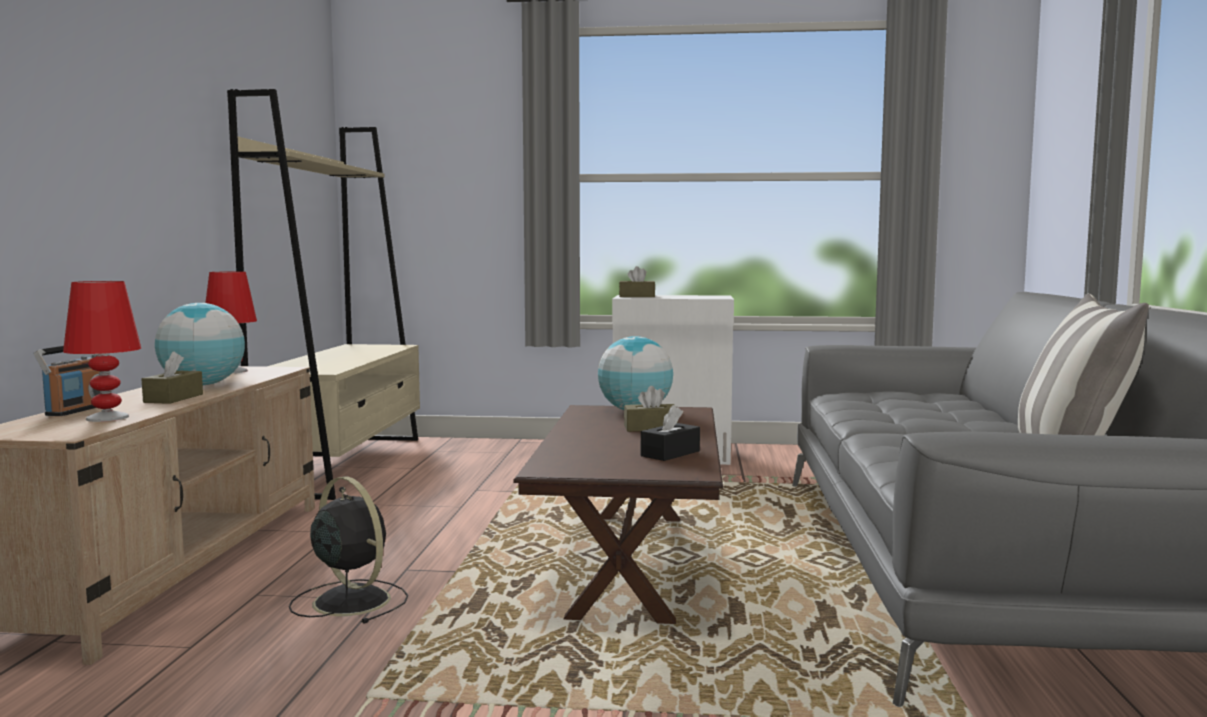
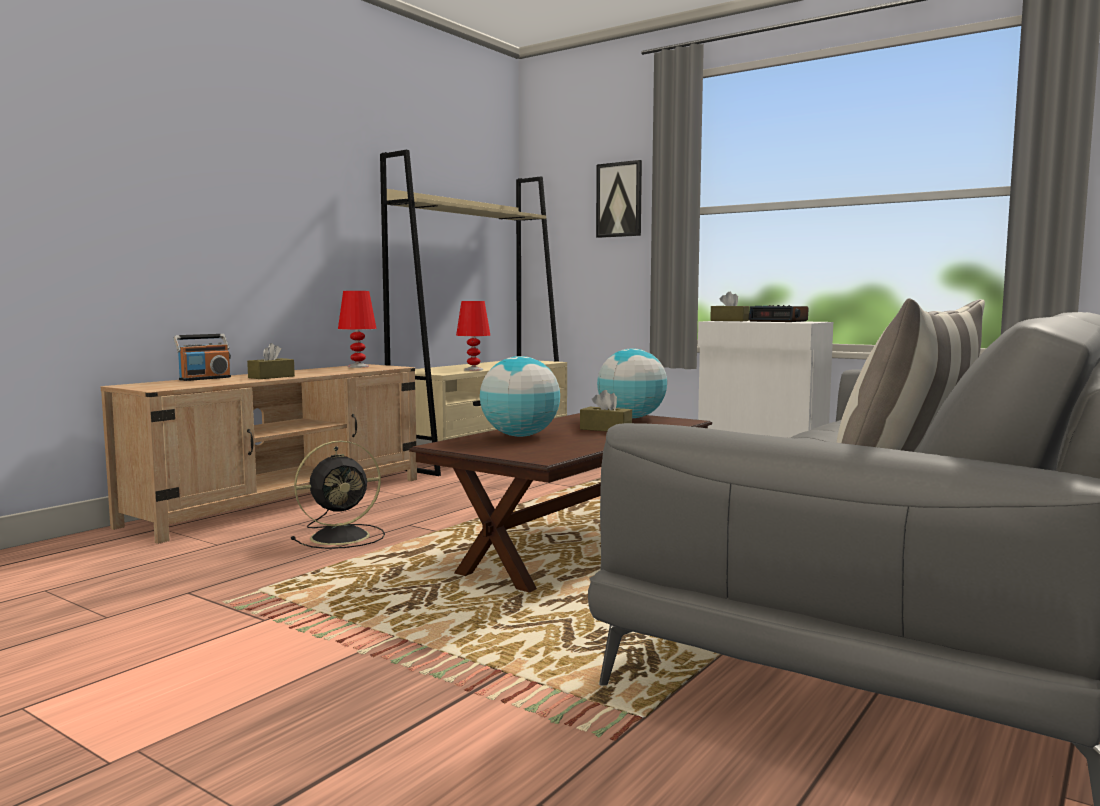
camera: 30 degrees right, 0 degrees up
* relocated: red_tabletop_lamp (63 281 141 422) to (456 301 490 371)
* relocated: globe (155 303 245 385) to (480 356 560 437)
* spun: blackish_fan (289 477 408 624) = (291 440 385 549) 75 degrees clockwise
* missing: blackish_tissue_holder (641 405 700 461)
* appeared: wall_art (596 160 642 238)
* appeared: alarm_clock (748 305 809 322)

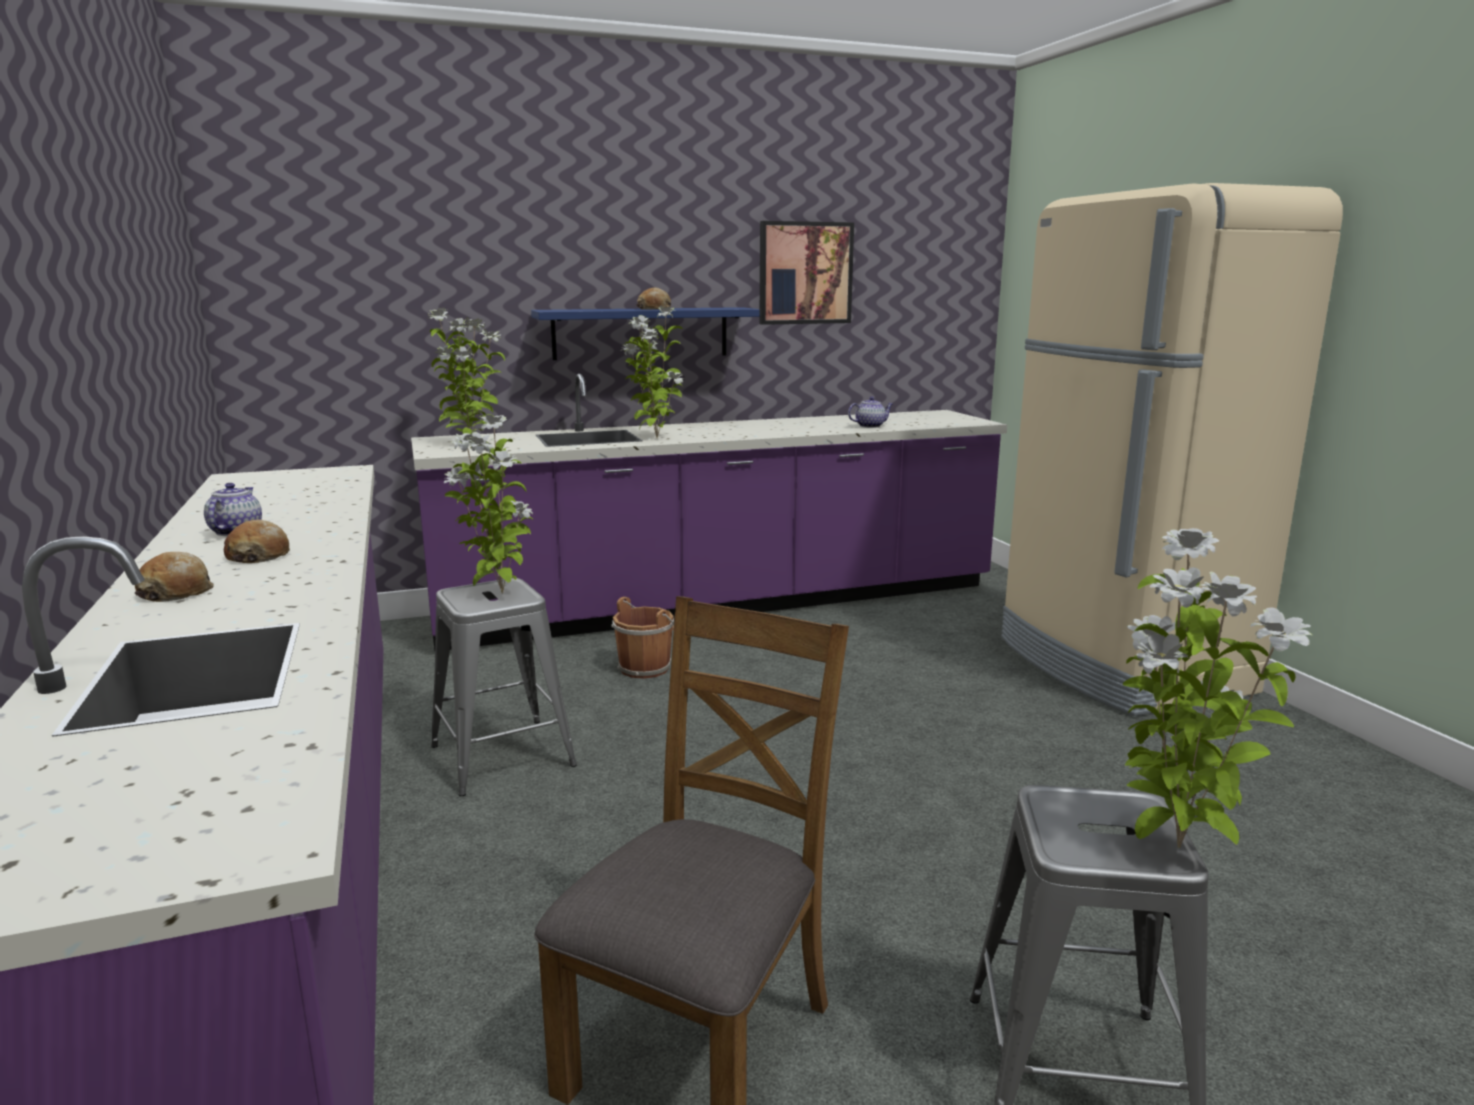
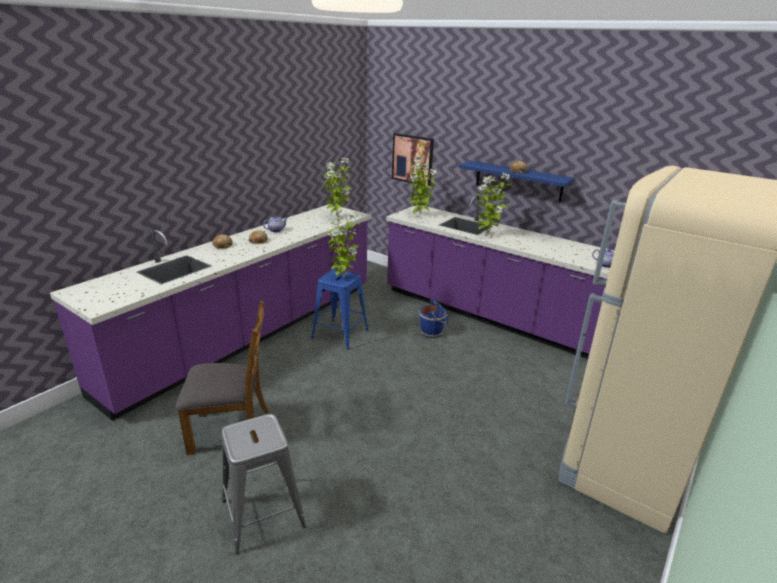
camera: 55 degrees right, 10 degrees up
* colour: gray_sitting_stool (431 578 577 796) to bluish_sitting_stool (311 269 368 349)
* colour: brownish_water_bucket (611 597 674 679) to bluish_water_bucket (419 299 449 338)
* relocated: wall_art (759 221 854 325) to (392 133 434 186)
* relocated: houseplant (1123 528 1313 848) to (323 158 353 217)

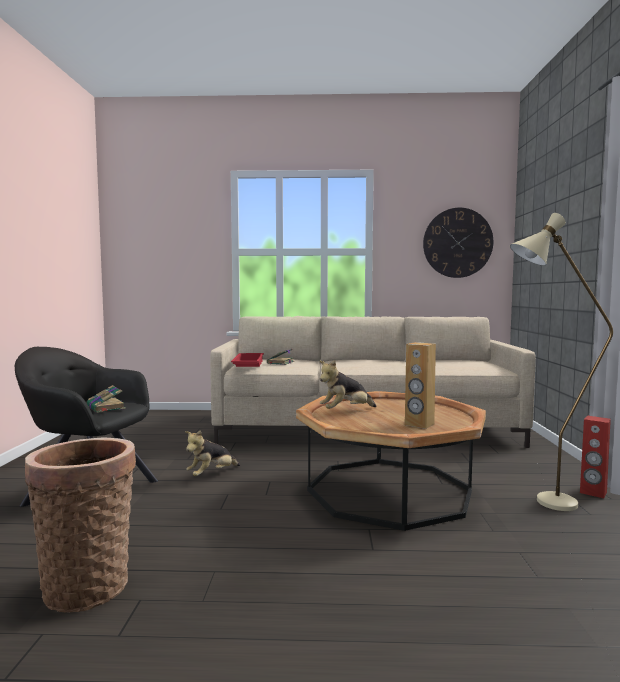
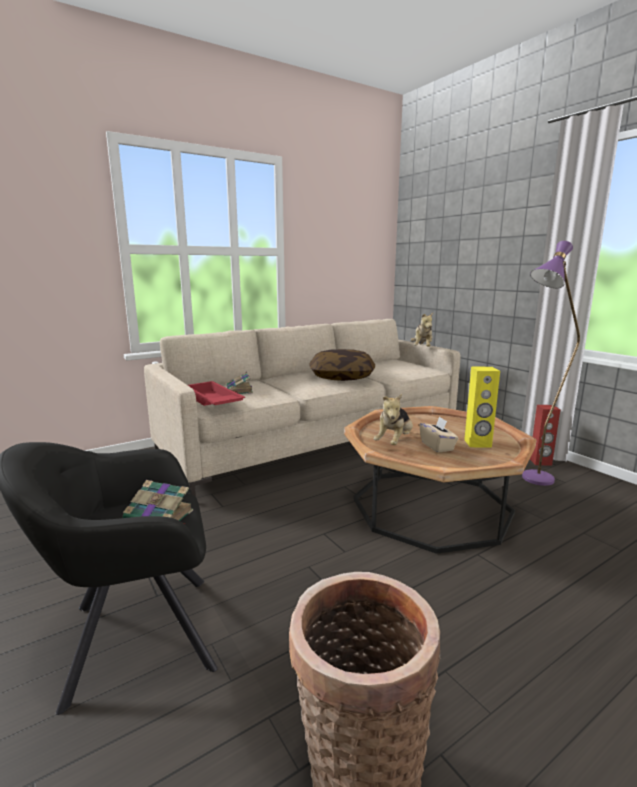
camera: 35 degrees left, 10 degrees up
* relocated: plush_toy (185 430 240 476) to (411 313 433 347)
* colour: brownish_speaker (405 342 436 429) to yellow-coloured_speaker (464 367 500 448)
* missing: hanging_clock (423 208 493 278)
* colour: beige_floor_lamp (510 213 613 511) to purplish_floor_lamp (522 241 580 486)
* appeared: pillow (309 349 375 381)
* appeared: beige_tissue_holder (419 416 459 453)

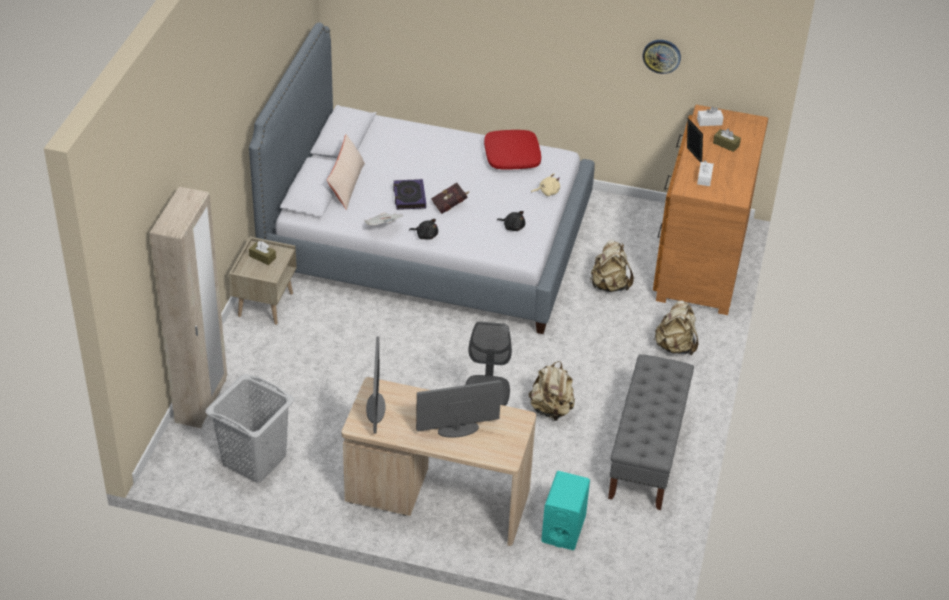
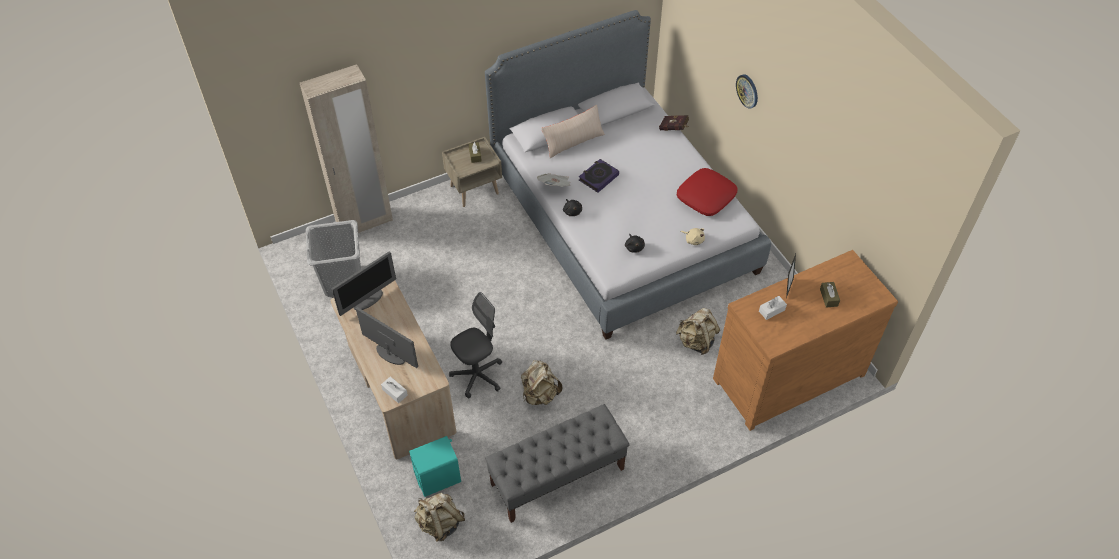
camera: 50 degrees right, 10 degrees up
* relocated: red_bound_book (431 183 470 214) to (659 115 690 131)
* relocated: hanging_clock (643 40 681 74) to (736 74 758 109)
* relocated: beige_knapsack (654 300 699 355) to (414 493 465 542)
* relocated: whitish_tissue_holder (697 106 724 126) to (381 376 408 403)

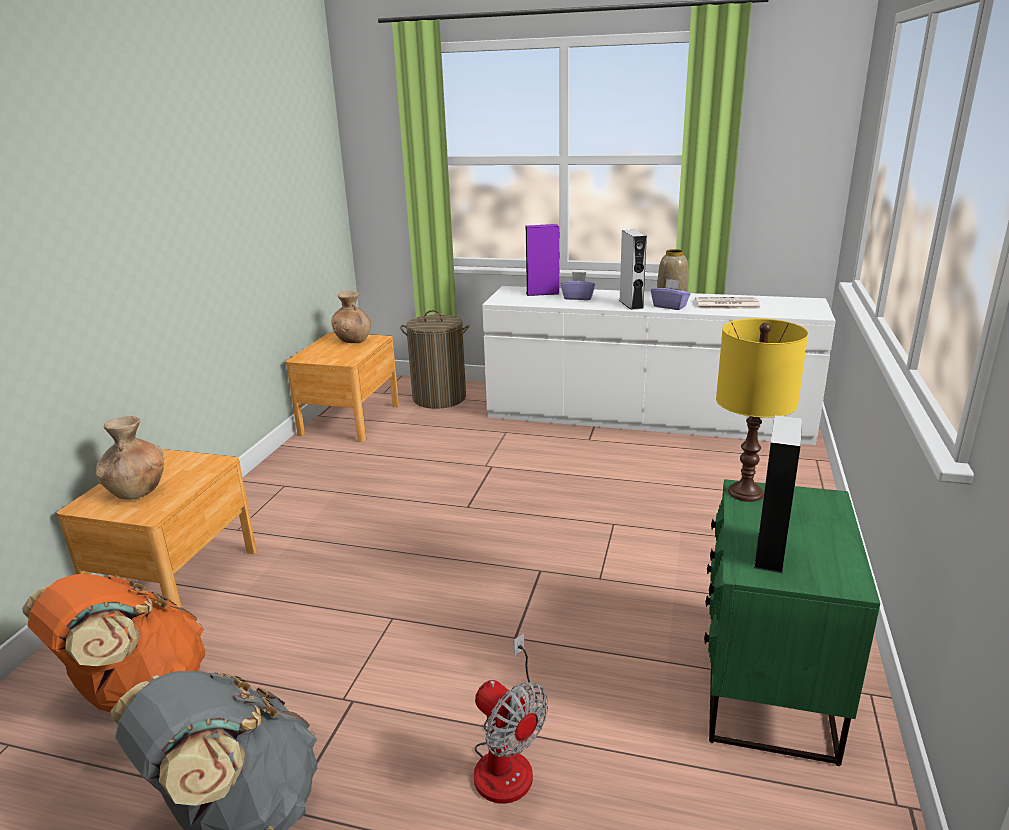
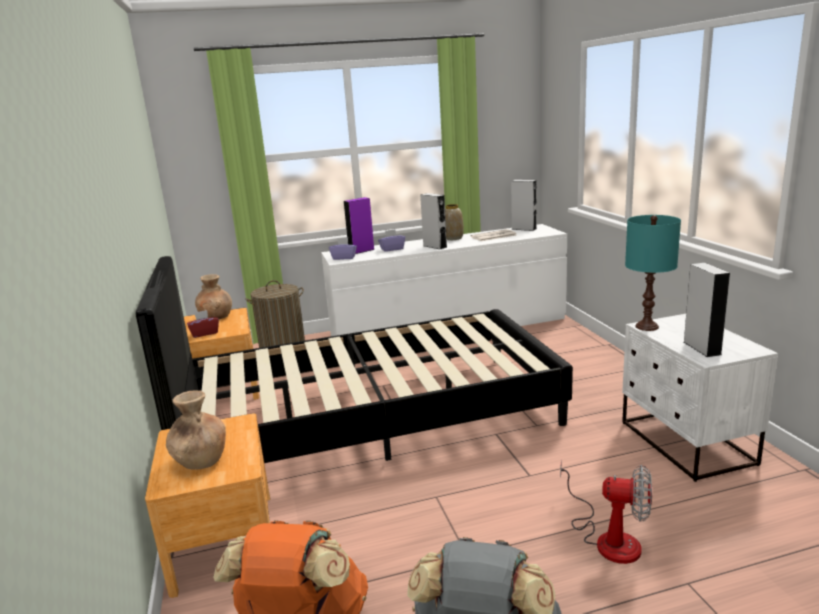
camera: 30 degrees left, 5 degrees down
* relocated: purplish_tissue_holder (651 279 691 310) to (329 238 357 260)
* colour: green_nightstand (704 479 880 766) to whitish_nightstand (622 314 778 482)
* colour: yellow-coloured_tabletop_lamp (716 318 808 502) to turquoise-coloured_tabletop_lamp (625 215 681 331)
* appeared: blackish_sleeping_bed (136 256 573 463)
* appeared: red_tissue_holder (187 310 219 338)
* appeared: gray_speaker (511 180 536 231)

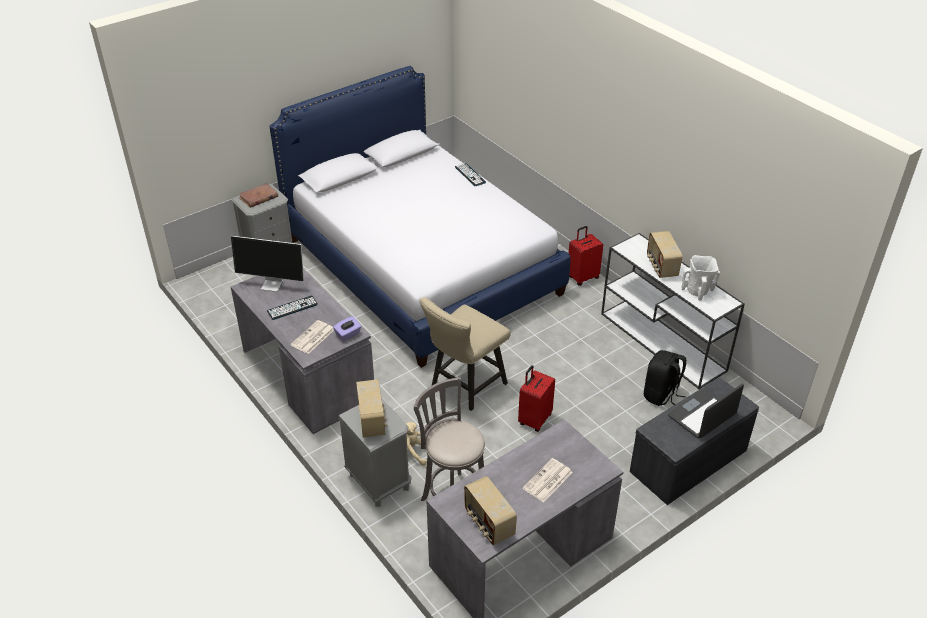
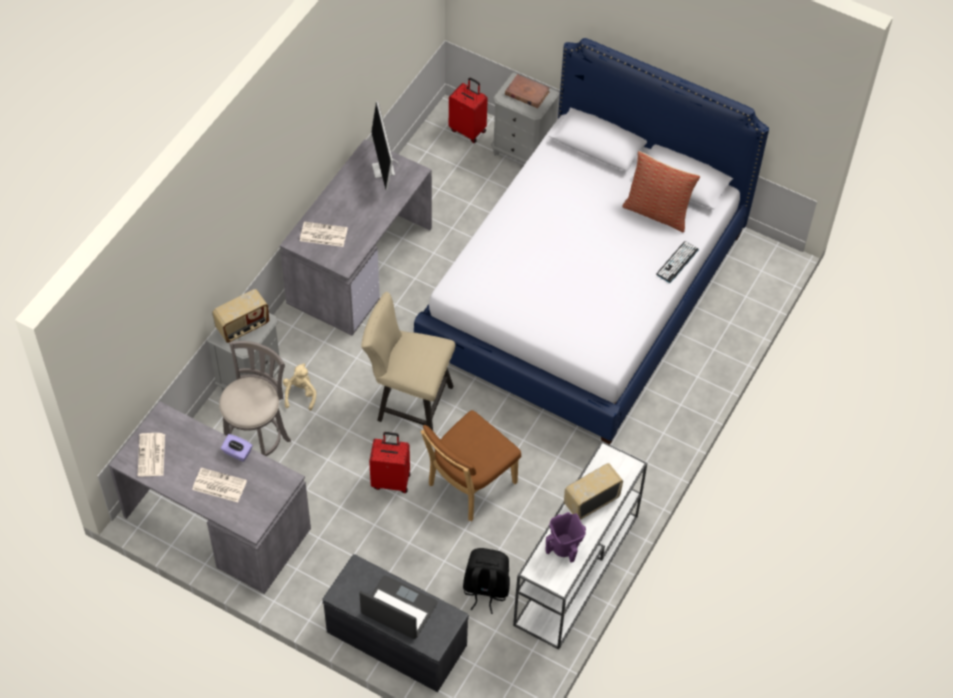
camera: 65 degrees right, 15 degrees up
* missing: keyboard (267 295 318 320)
* relocated: purplish_tissue_holder (333 316 361 341) to (221 434 252 462)
* exchanged: radio_receiver (464 476 517 545) to daily_paper (138 433 165 476)
* relocated: red_travel_case (569 226 603 286) to (449 78 488 143)
* colour: whitish_flower_vase (682 255 720 301) to purplish_flower_vase (545 512 586 563)
* appeared: brownish_upright_chair (420 410 521 522)
* appeared: pillow (622 151 700 233)

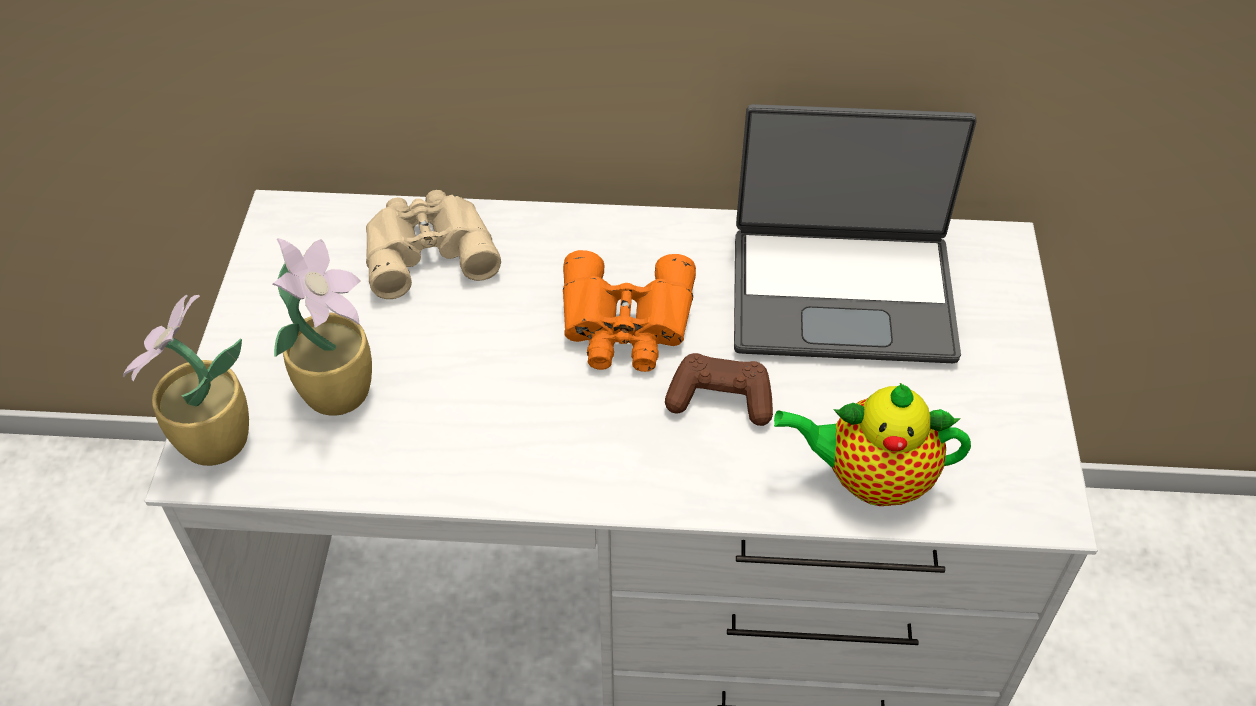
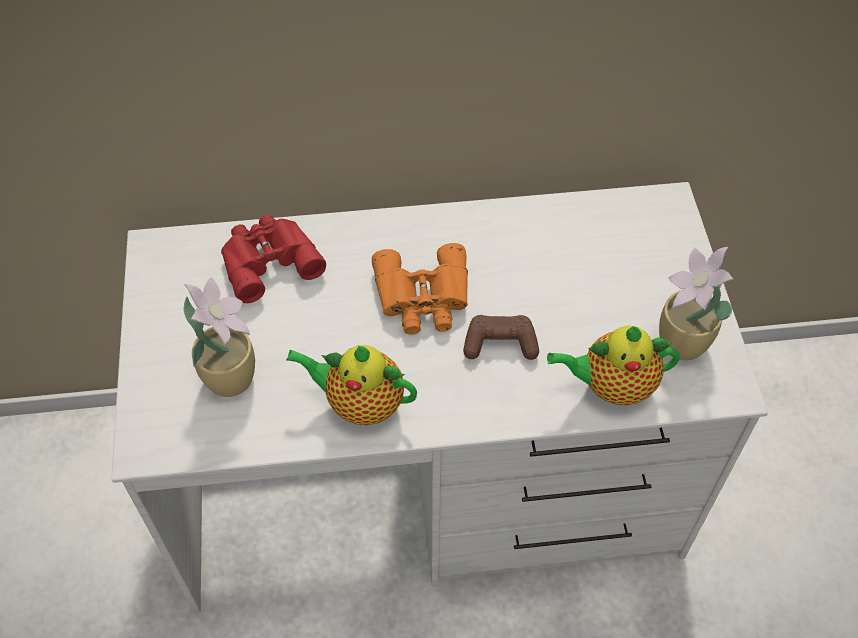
camera: 10 degrees left, 5 degrees up
* relocated: houseplant (123 295 249 466) to (659 247 734 360)
* colour: beige_pair_of_binoculars (366 190 501 299) to red_pair_of_binoculars (221 215 326 303)
* missing: laptop (734 104 977 363)
* appeared: tea_pot (286 345 417 425)

